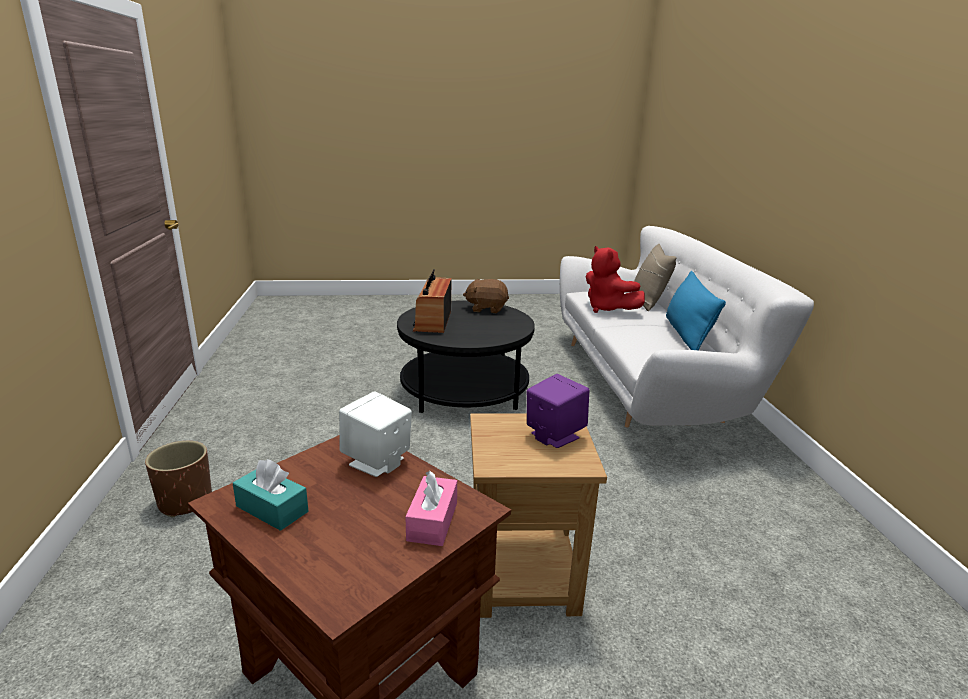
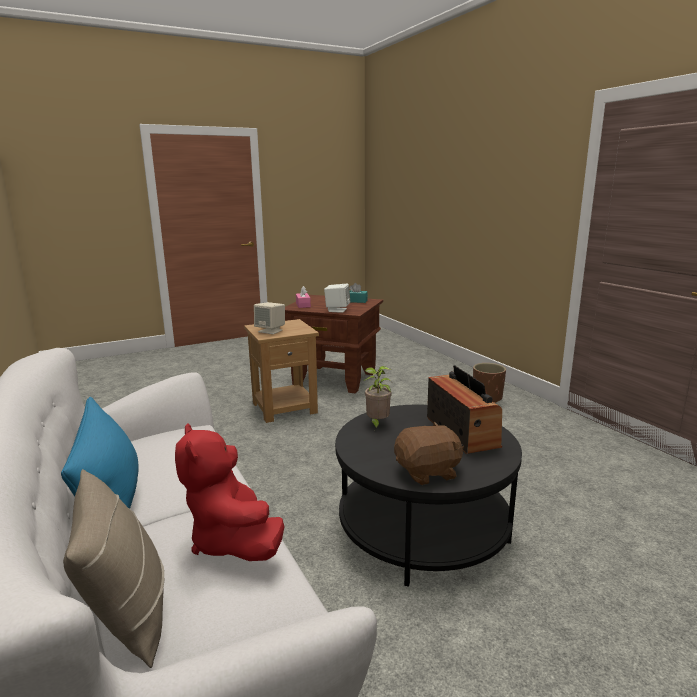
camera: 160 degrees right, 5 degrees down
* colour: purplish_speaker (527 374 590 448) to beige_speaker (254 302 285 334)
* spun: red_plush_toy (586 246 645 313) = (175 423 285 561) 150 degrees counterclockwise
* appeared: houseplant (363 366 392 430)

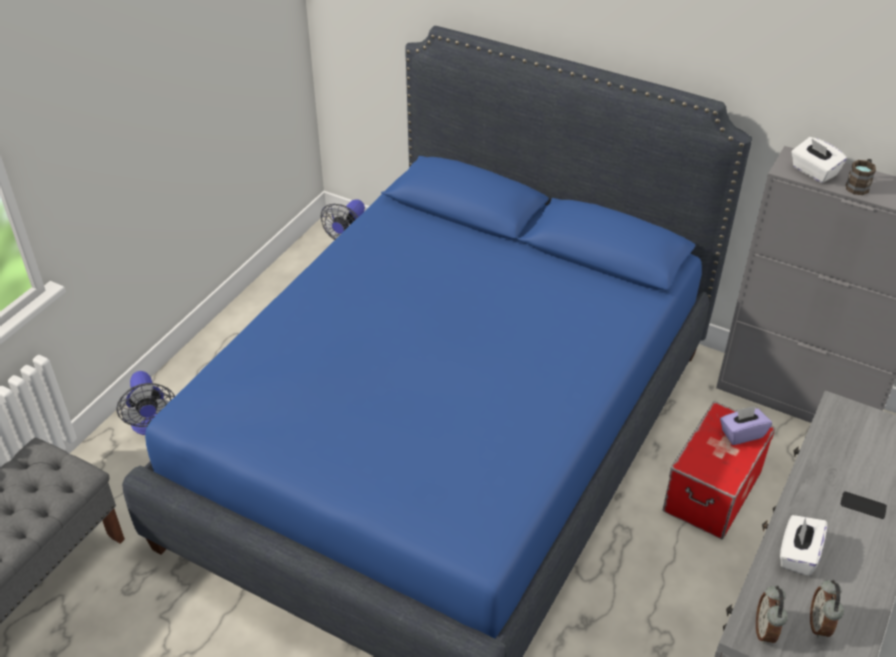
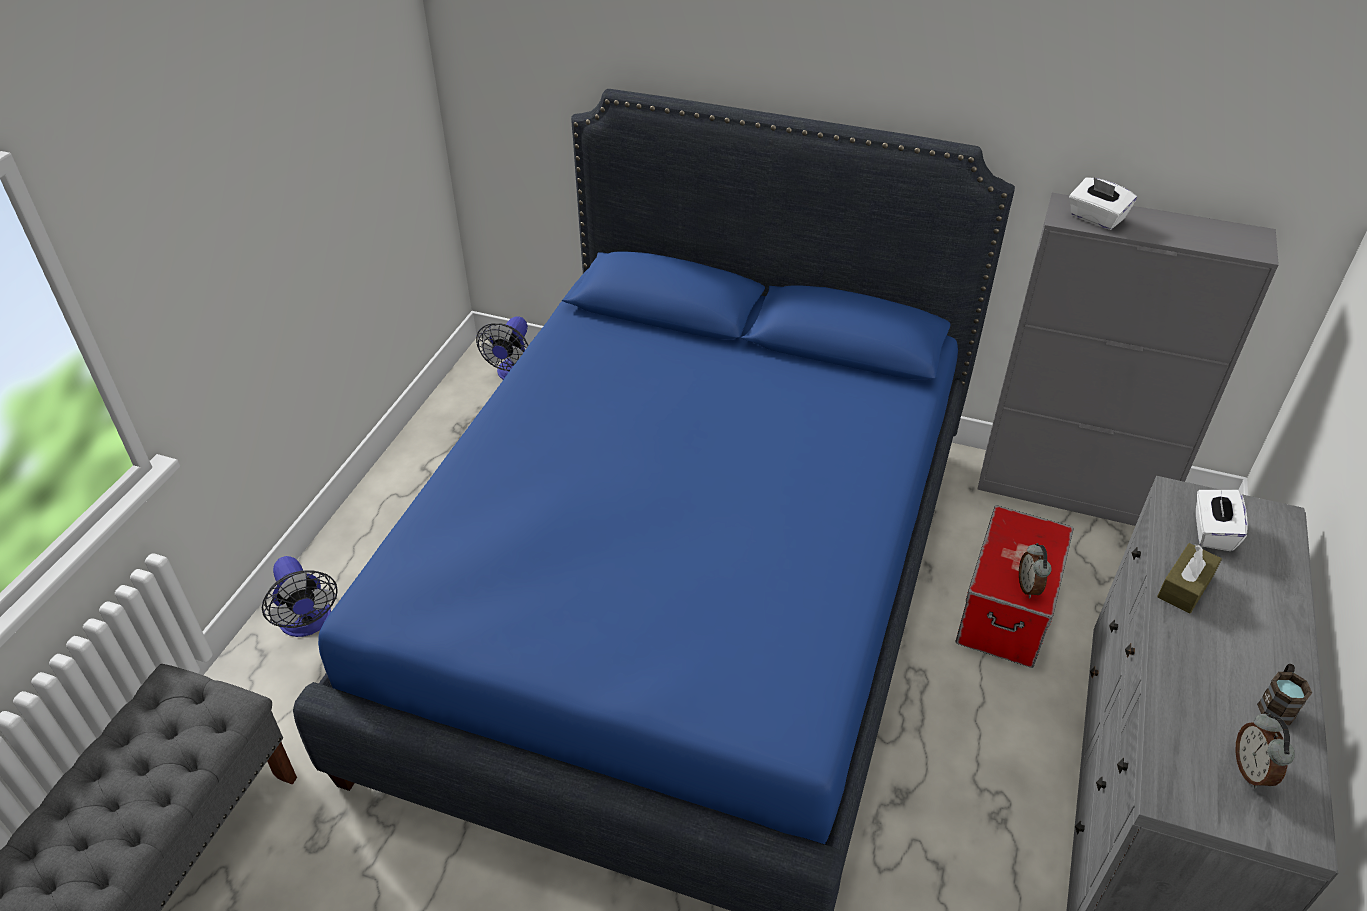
camera: 10 degrees left, 0 degrees up
* missing: purplish_tissue_holder (720 406 772 445)
* relocated: alarm_clock (756 585 788 644) to (1019 543 1052 598)
* relocated: whitish_tissue_holder (780 515 827 576) to (1196 488 1248 551)
* missing: handset (841 491 887 519)
* relocated: brownish_mug (846 159 876 195) to (1257 664 1312 725)
* appeared: brownish_tissue_holder (1157 543 1222 613)

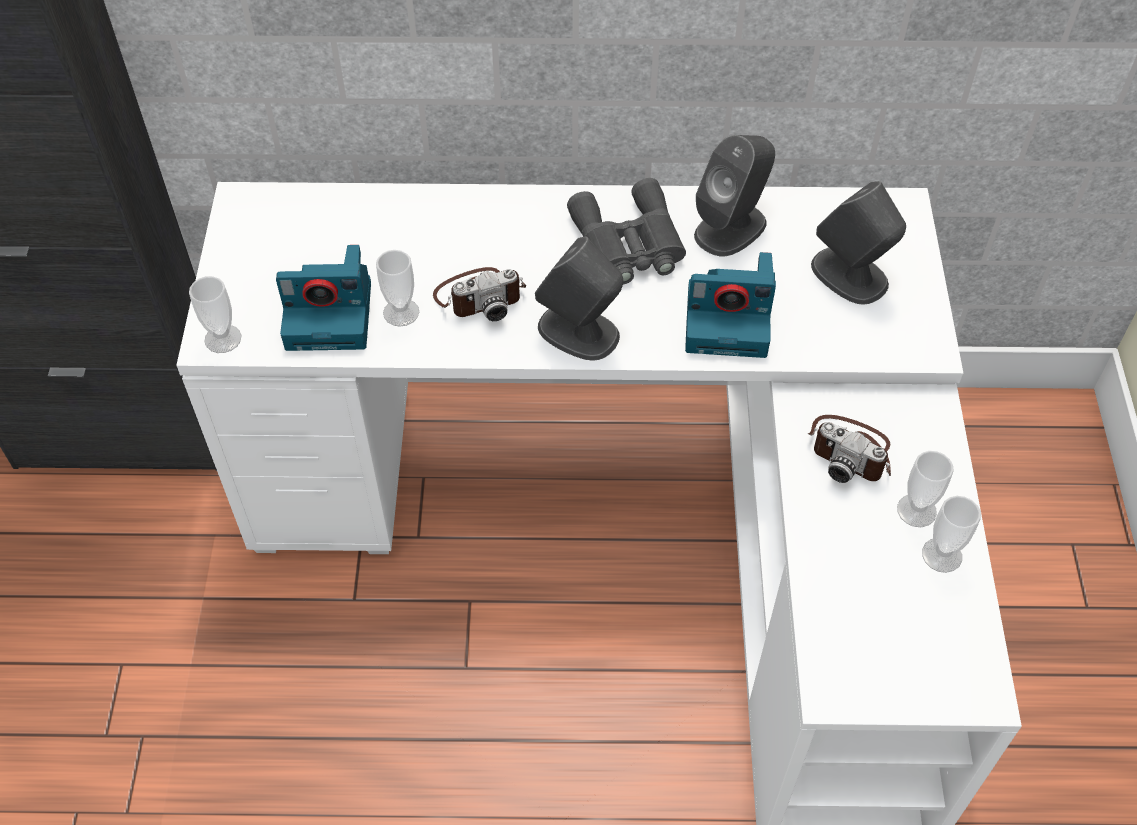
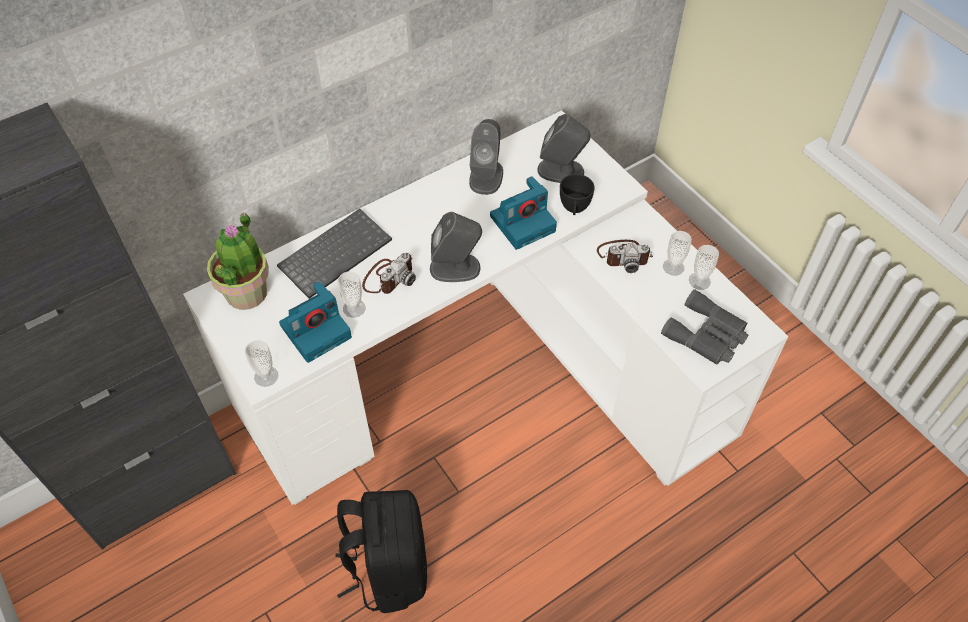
camera: 35 degrees left, 0 degrees up
* relocated: gray_pair_of_binoculars (567 178 686 284) to (661 289 749 365)
* appeared: houseplant (207 213 269 310)
* appeared: keyboard (277 209 392 299)
* appeared: blackish_knapsack (335 490 427 613)
* appeared: blackish_cup (560 174 595 215)

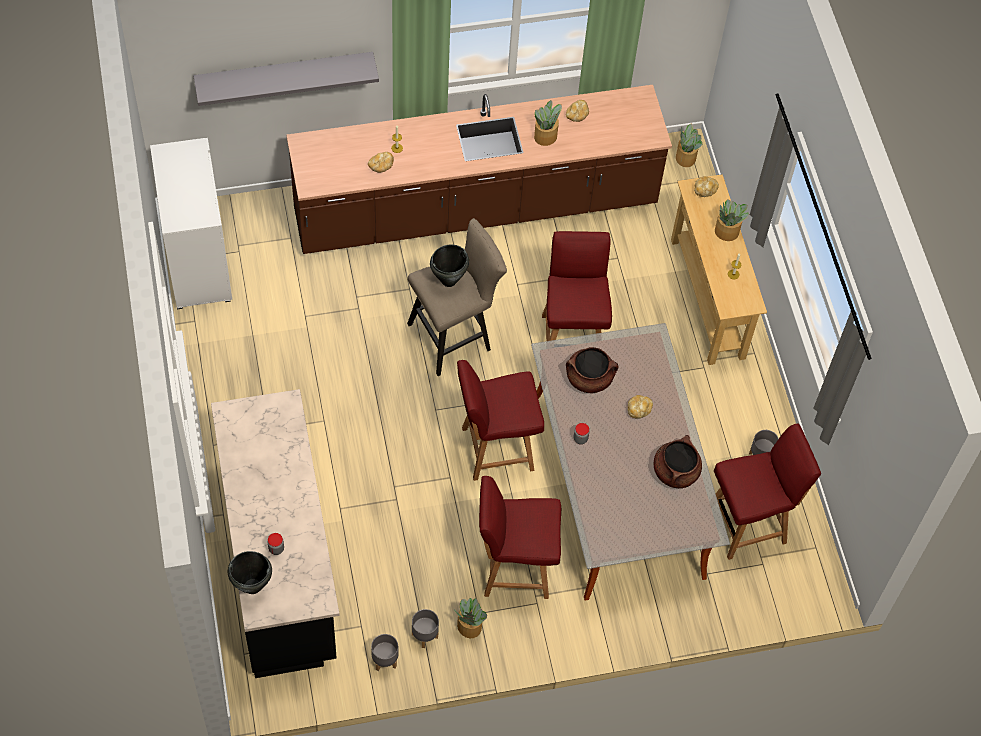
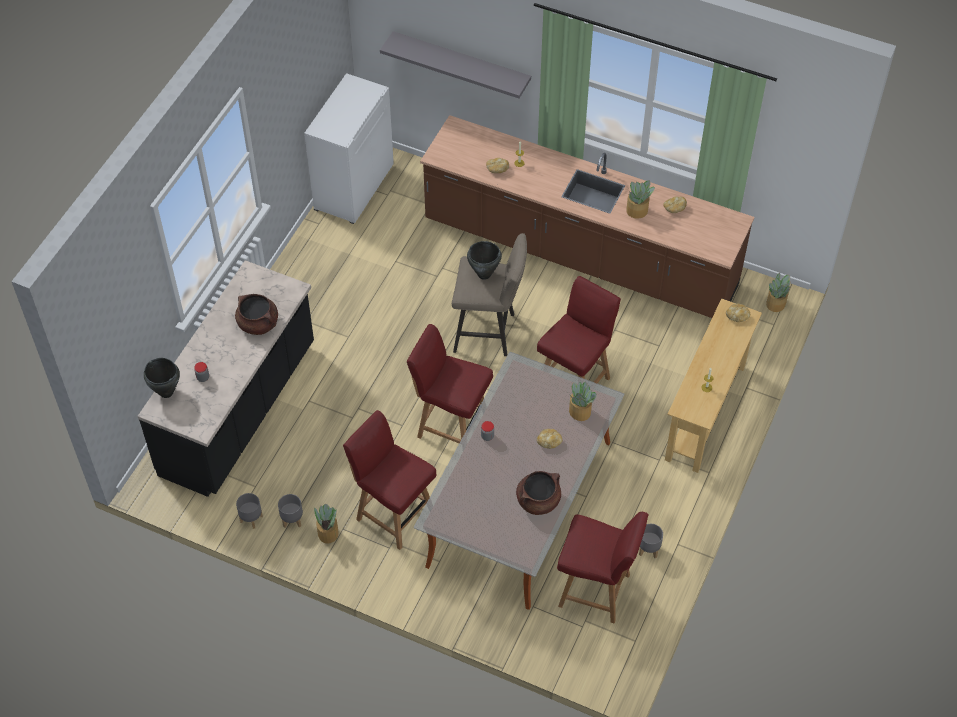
camera: 40 degrees right, 5 degrees down
* relocated: brownish_cooking_pot (566 347 619 393) to (235 294 278 335)
* relocated: houseplant (715 199 749 241) to (568 382 597 421)

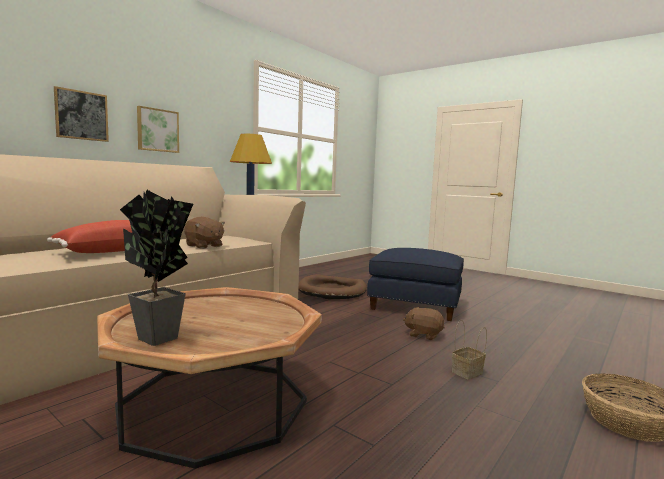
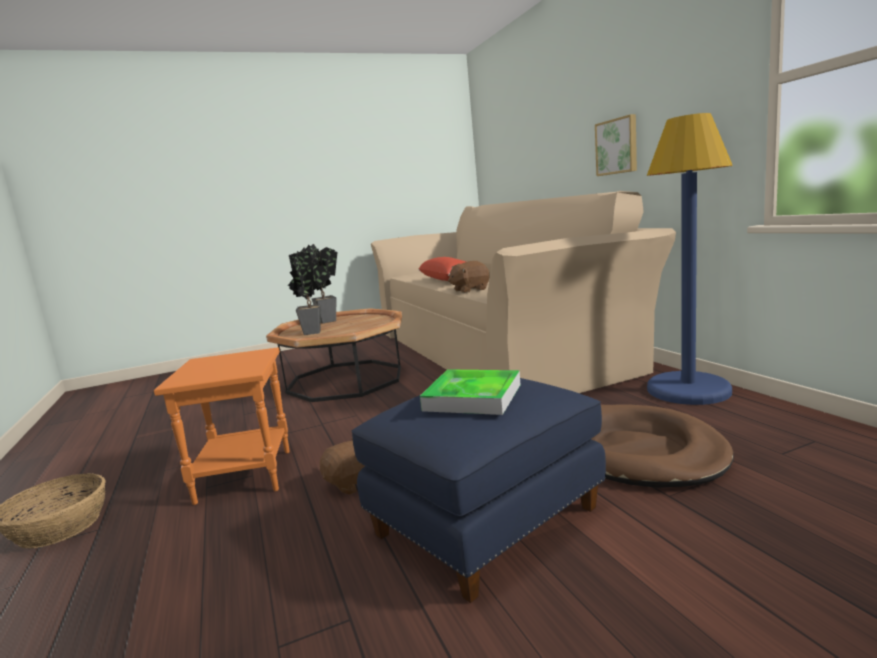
camera: 120 degrees right, 5 degrees up
* missing: wall_art (54 86 109 142)
* exchanged: storage_basket (452 319 487 380) to orangey_accent_table (154 347 290 505)
* appeared: houseplant (288 247 329 335)
* appeared: serving_tray (420 369 521 415)

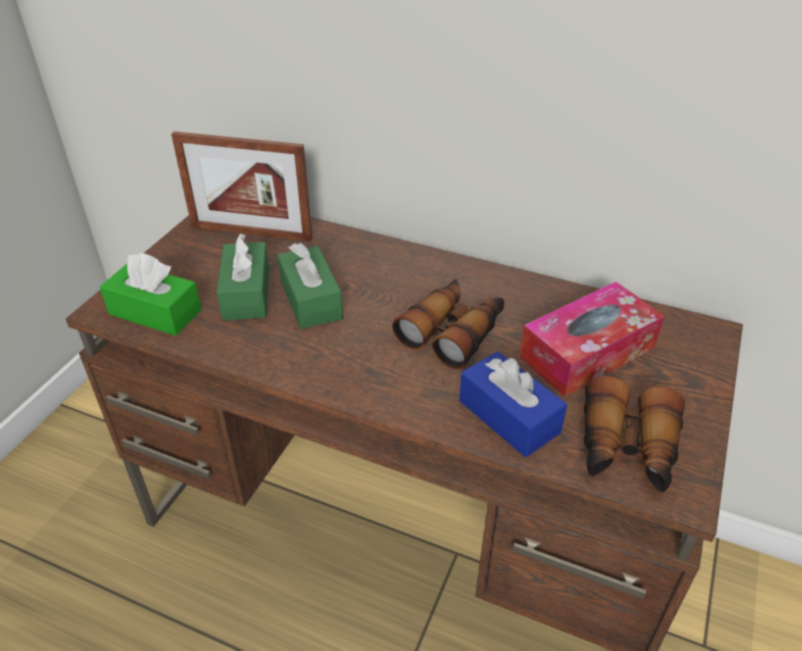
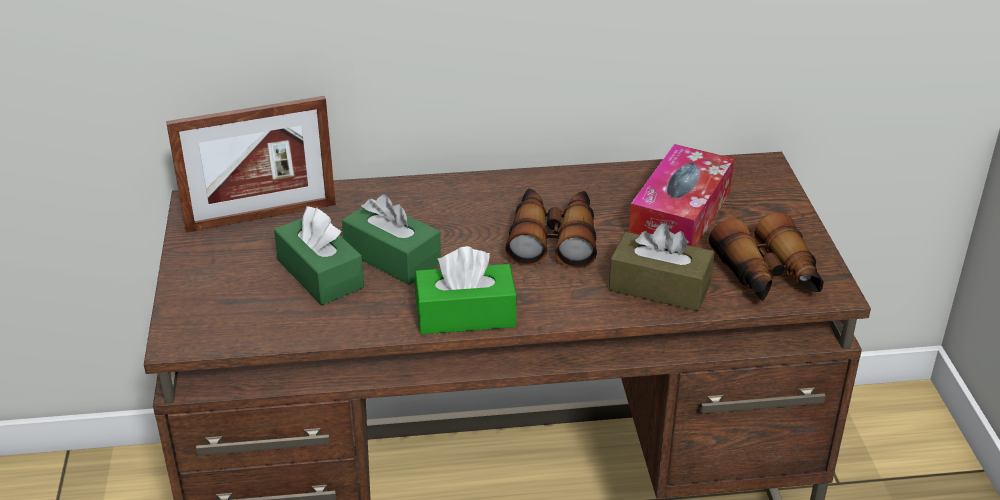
camera: 30 degrees left, 5 degrees down
* relocated: green_tissue_holder (100 253 202 336) to (415 246 517 334)
* colour: bluish_tissue_holder (459 351 567 457) to brownish_tissue_holder (609 224 714 311)

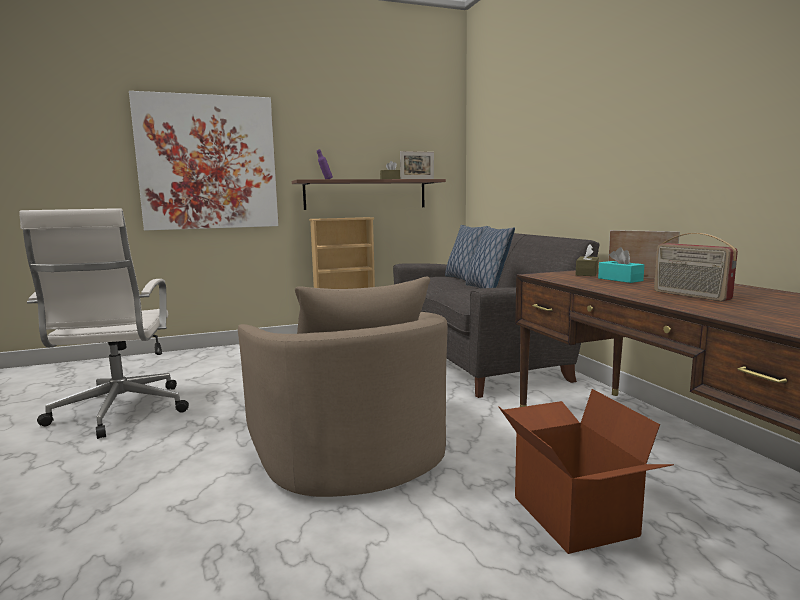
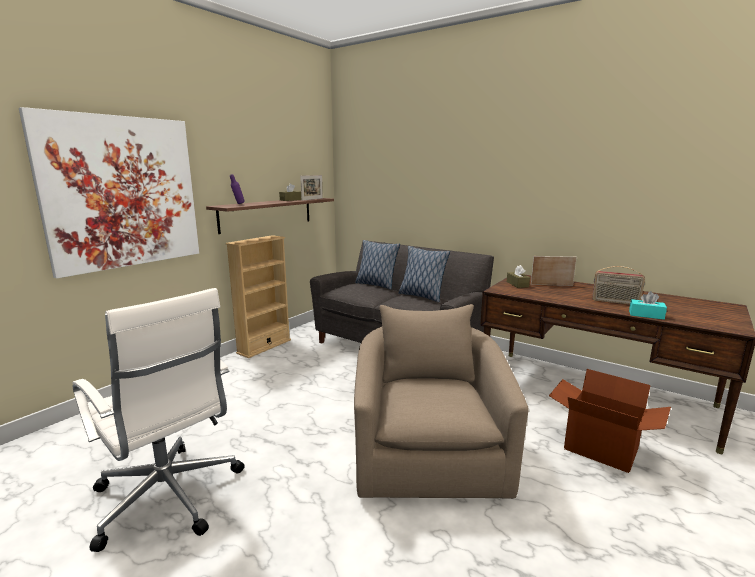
camera: 35 degrees left, 5 degrees up
* spun: beige_lounge_chair (238 277 448 497) = (354 304 528 499) 120 degrees counterclockwise
* relocated: turquoise-coloured_tissue_holder (598 247 644 283) to (629 291 667 320)

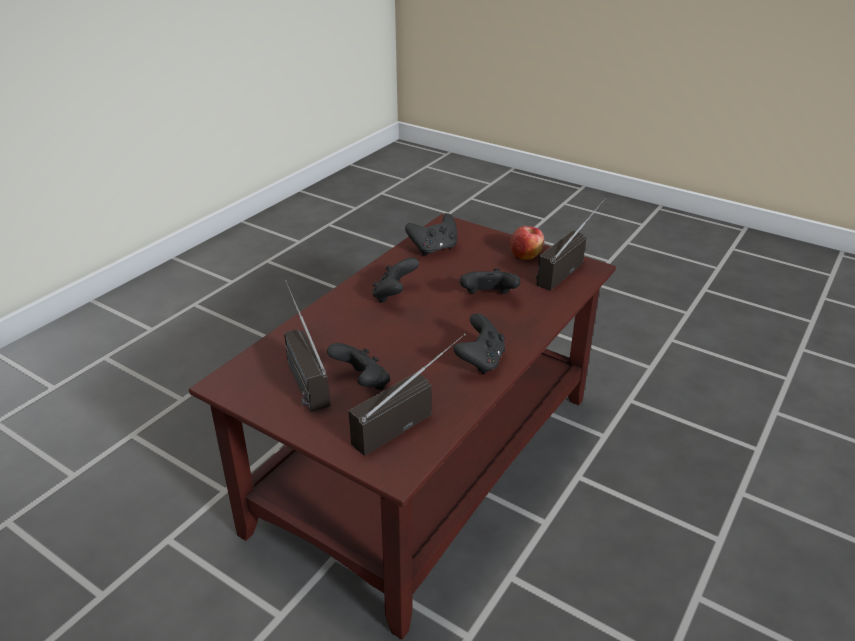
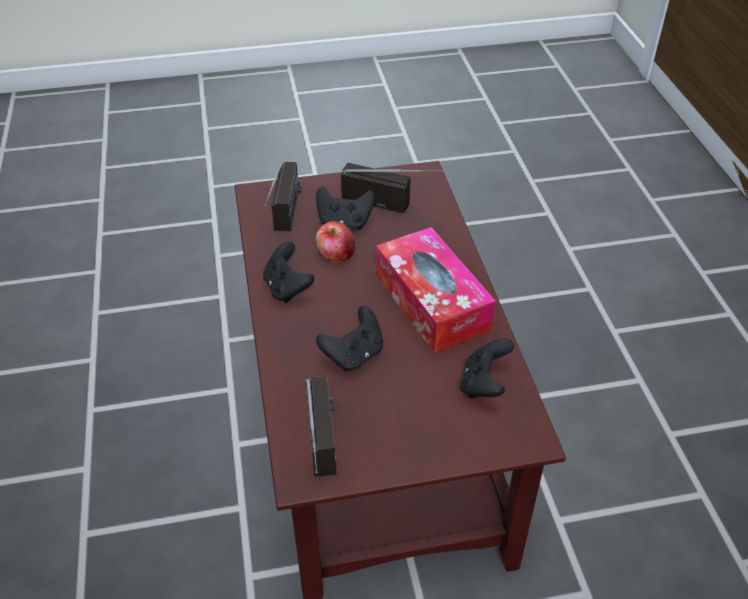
camera: 135 degrees right, 10 degrees up
* exchanged: blackish_joypad (372 257 419 303) to tissue_holder (376 227 496 353)
* relocated: apple_fruit (510 226 544 260) to (316 221 355 264)

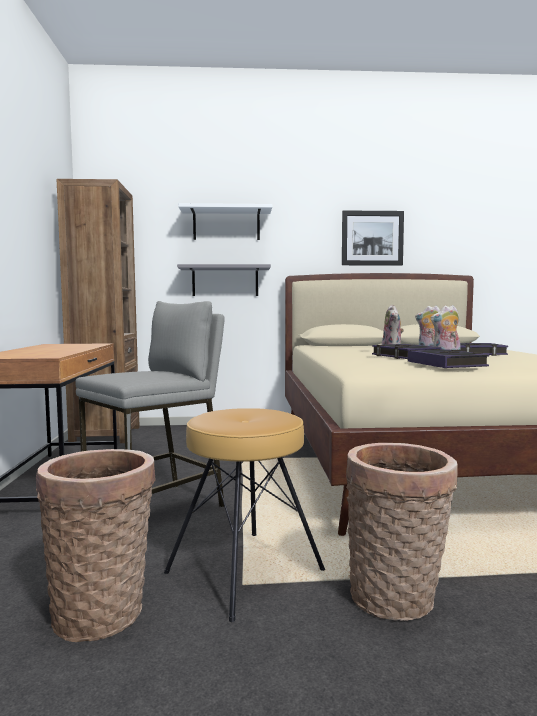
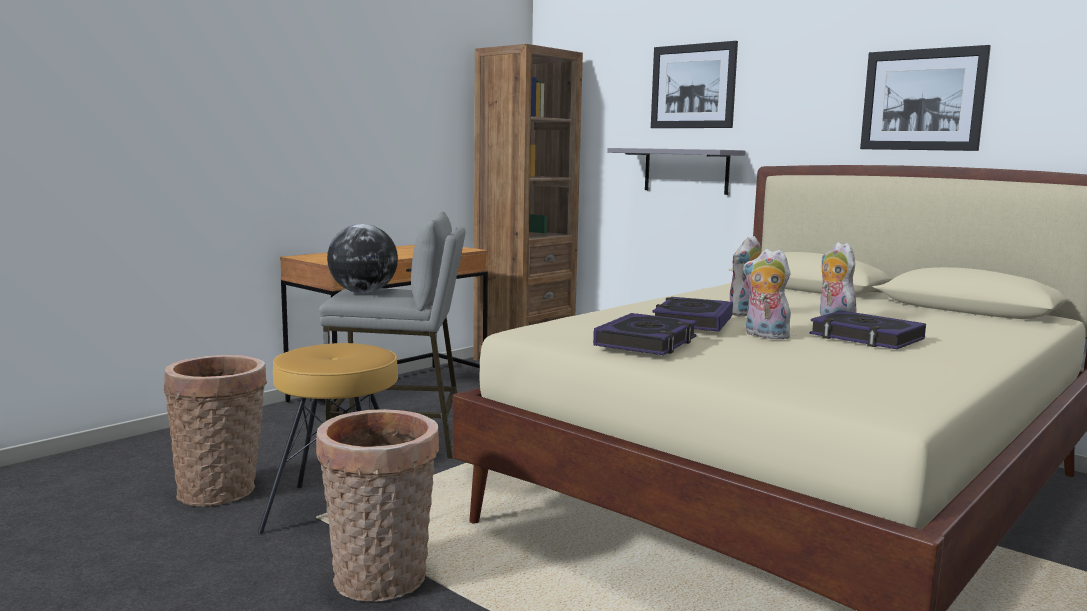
camera: 45 degrees right, 5 degrees up
* exchanged: whitish_wall_shelf (178 203 272 240) to wall_art (651 41 738 128)
* appeared: globe (327 224 398 293)

